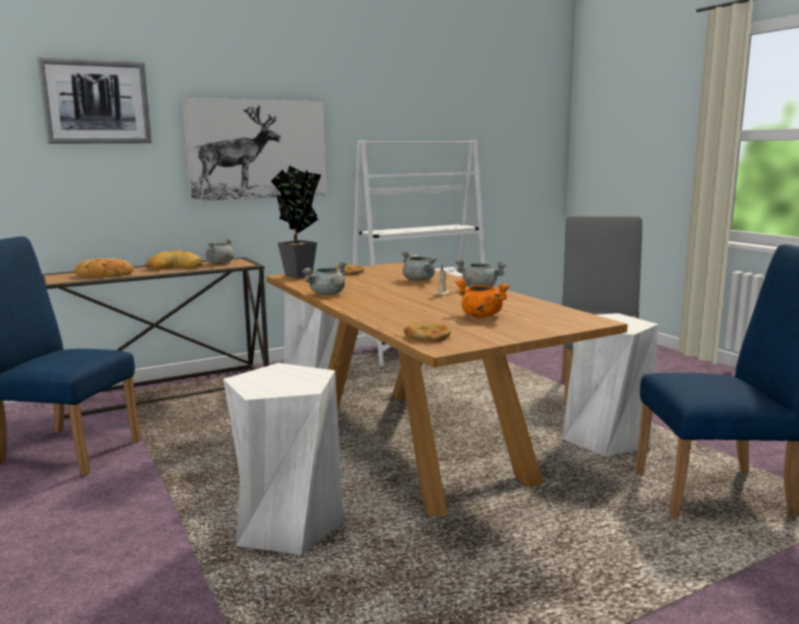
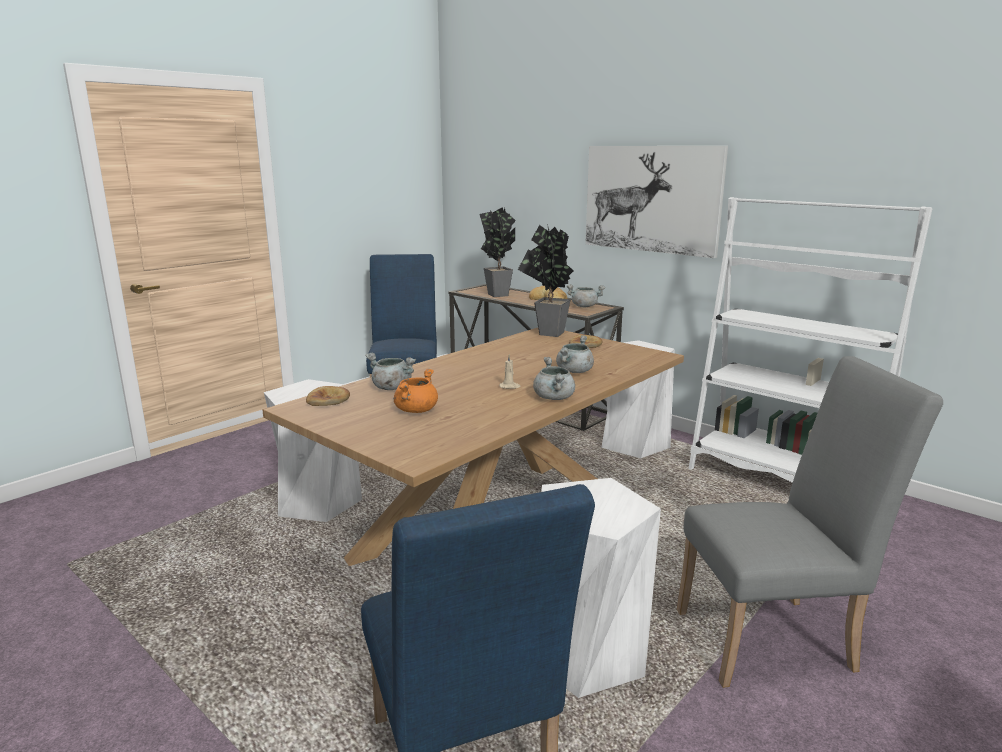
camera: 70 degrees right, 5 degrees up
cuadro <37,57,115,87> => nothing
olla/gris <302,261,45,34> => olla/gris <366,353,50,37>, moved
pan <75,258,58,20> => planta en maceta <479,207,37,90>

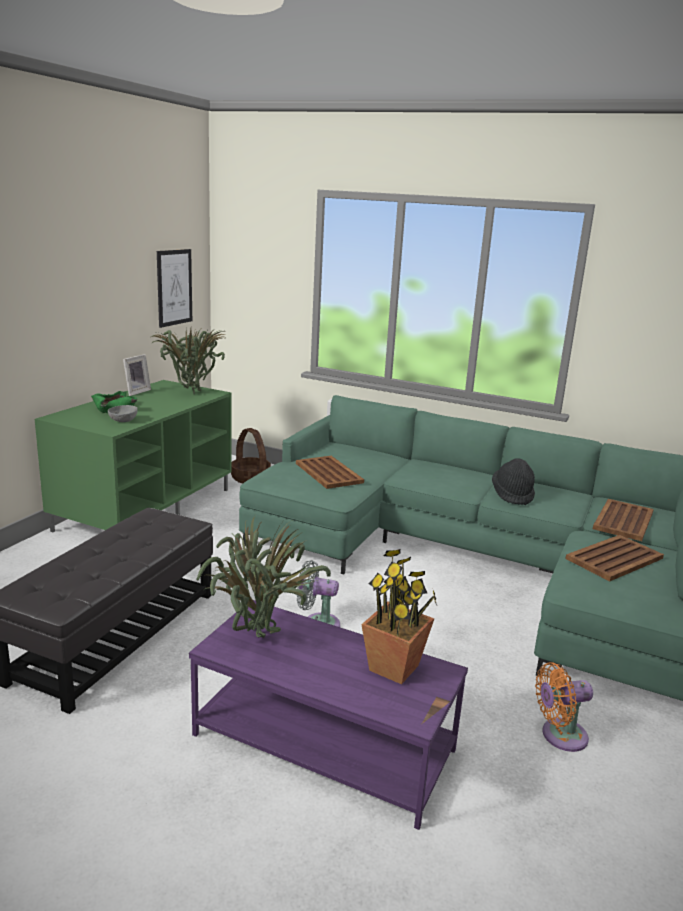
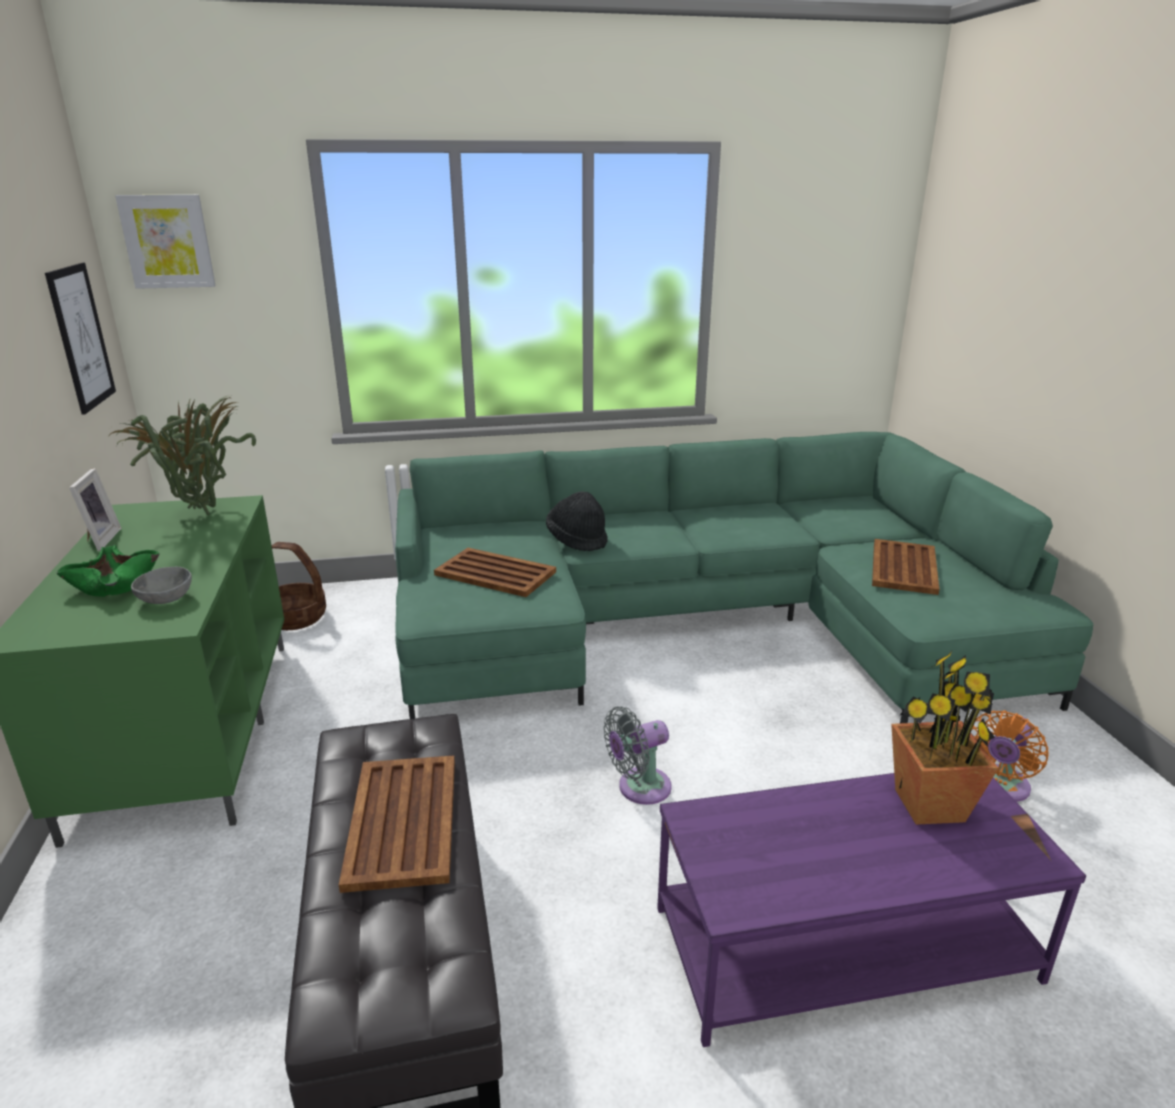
camera: 35 degrees left, 5 degrees up
planta en maceta <197,516,134,122> => nothing
nothing => cuadro <115,195,101,94>
sombrero/negro <492,458,43,47> => sombrero/negro <546,492,62,59>, moved
bandeja/marrón <593,499,61,42> => bandeja/marrón <339,755,116,138>, moved

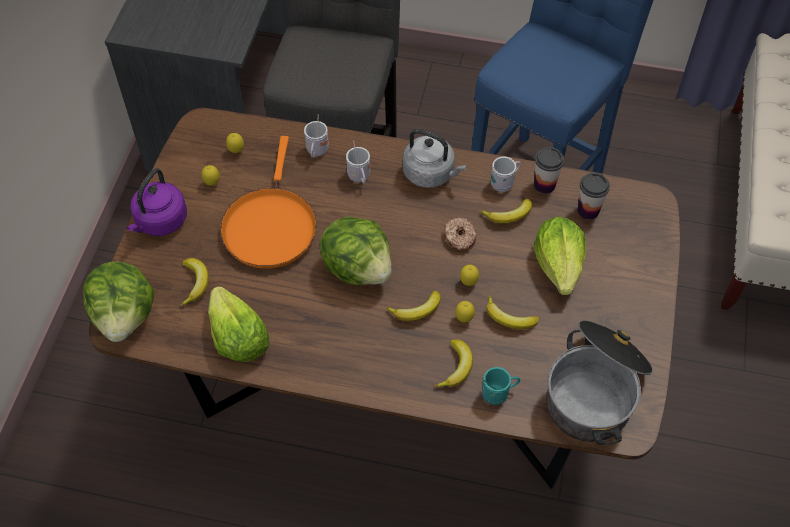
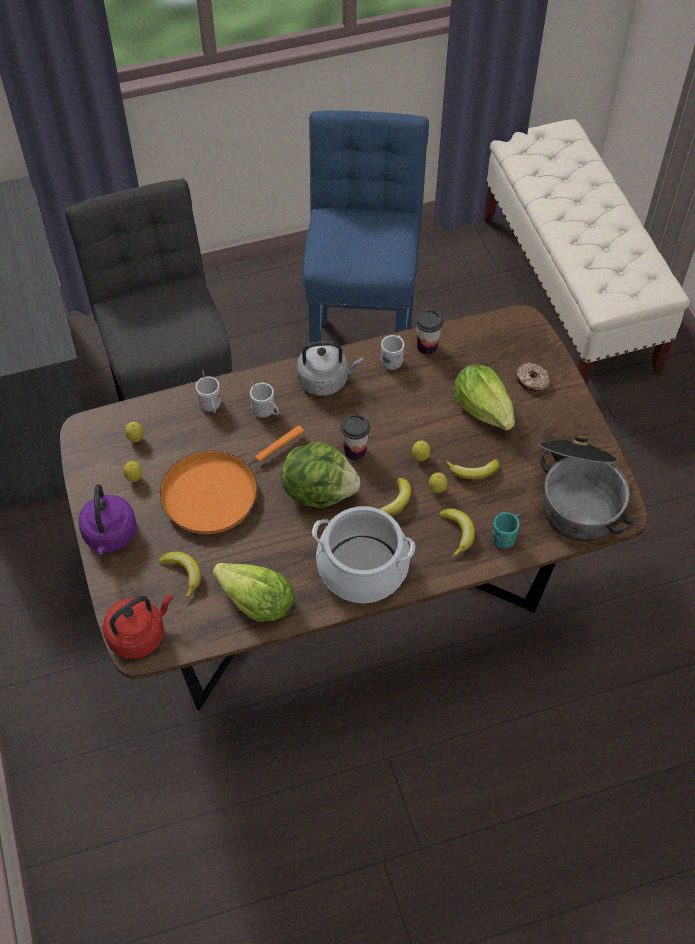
camera: 30 degrees left, 0 degrees up
plátano <480,198,52,25> => nothing
nothing => olla <312,506,103,97>
rosquilla <444,218,32,33> => rosquilla <515,363,35,29>, moved
taza <578,173,32,47> => taza <341,414,29,46>, moved
lechuga <83,261,71,81> => hervidor/rojo <103,594,70,65>
sartén/naranja <220,136,97,133> => sartén/naranja <160,425,144,109>, 75 degrees clockwise

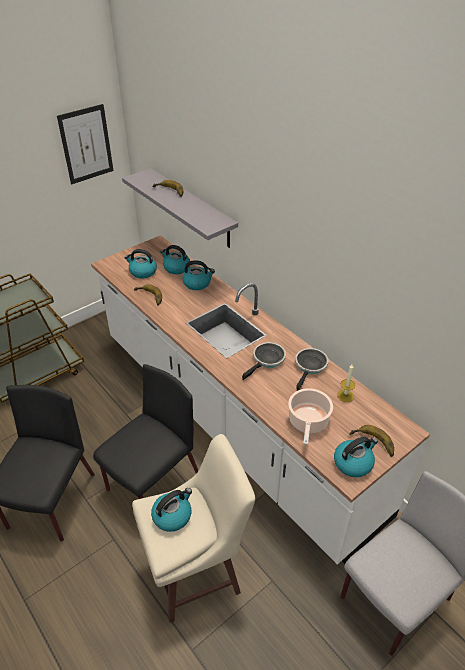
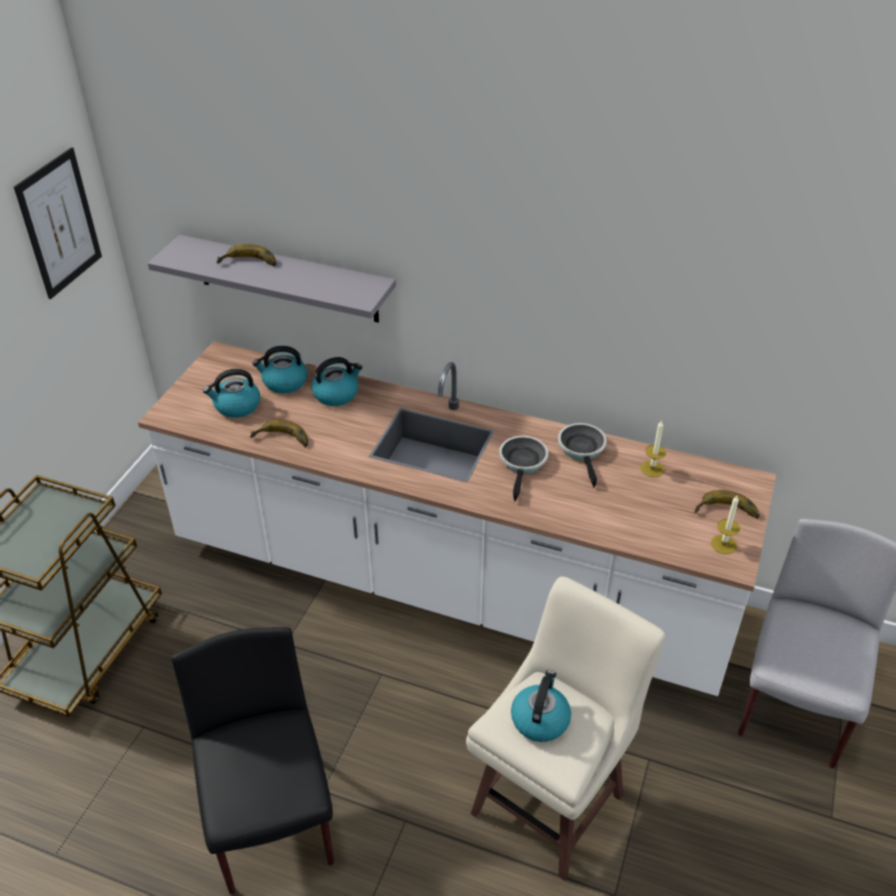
camera: 30 degrees left, 0 degrees up
silla/negro <93,364,106,135> => nothing
olla <288,388,45,57> => nothing
hervidor <334,437,44,40> => vela <711,496,29,58>

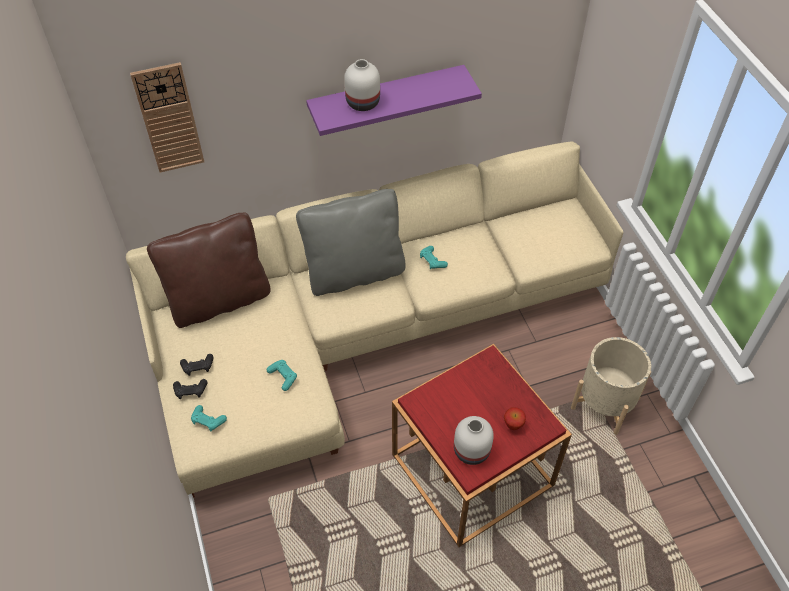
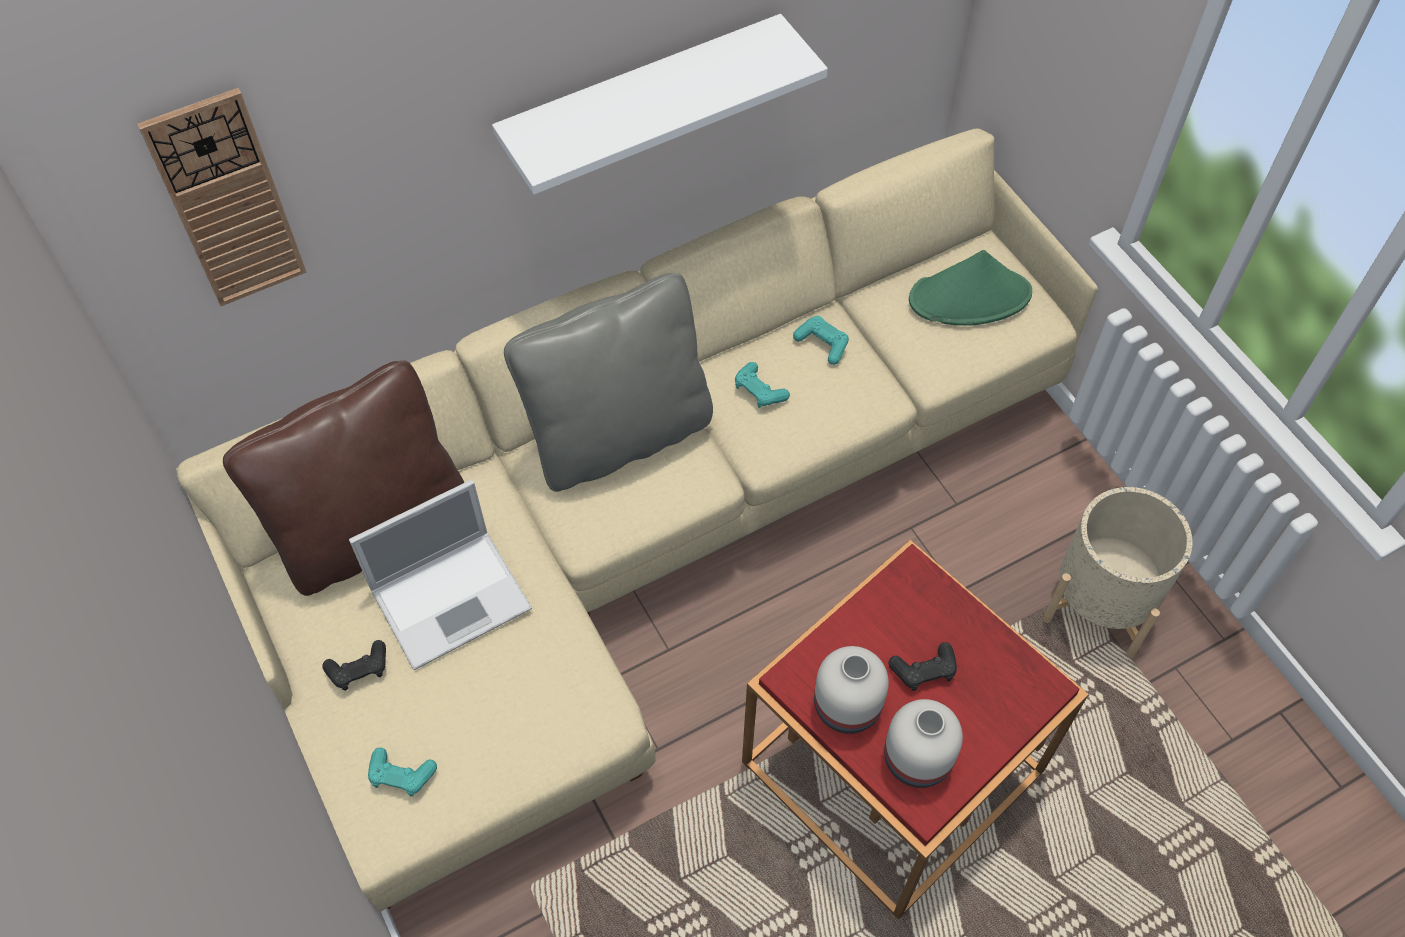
camera: 10 degrees left, 5 degrees up
manzana <504,407,22,23> => nothing
nothing => portátil <349,479,183,191>
nothing => sombrero/verde <909,250,123,76>
mando de consola/negro <173,379,35,20> => mando de consola/negro <889,642,68,49>, moved
mando de consola/turquesa <267,360,30,31> => mando de consola/turquesa <793,316,56,49>, moved
florero/blanco <344,59,36,52> => florero/blanco <814,646,75,88>, moved
estante/morado <306,65,176,71> => estante/blanco <492,14,336,180>

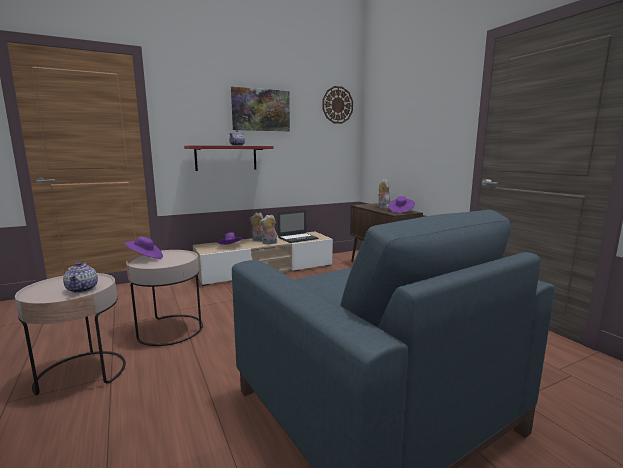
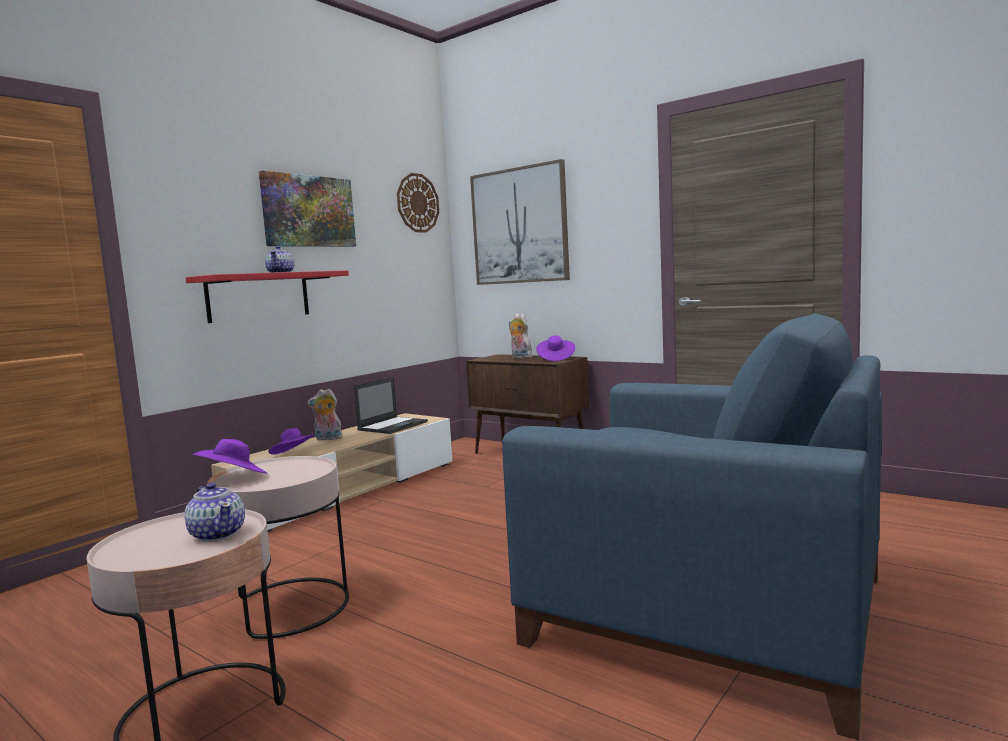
camera: 25 degrees left, 5 degrees down
peluche <259,215,18,29> => nothing
nothing => cuadro <470,159,100,126>

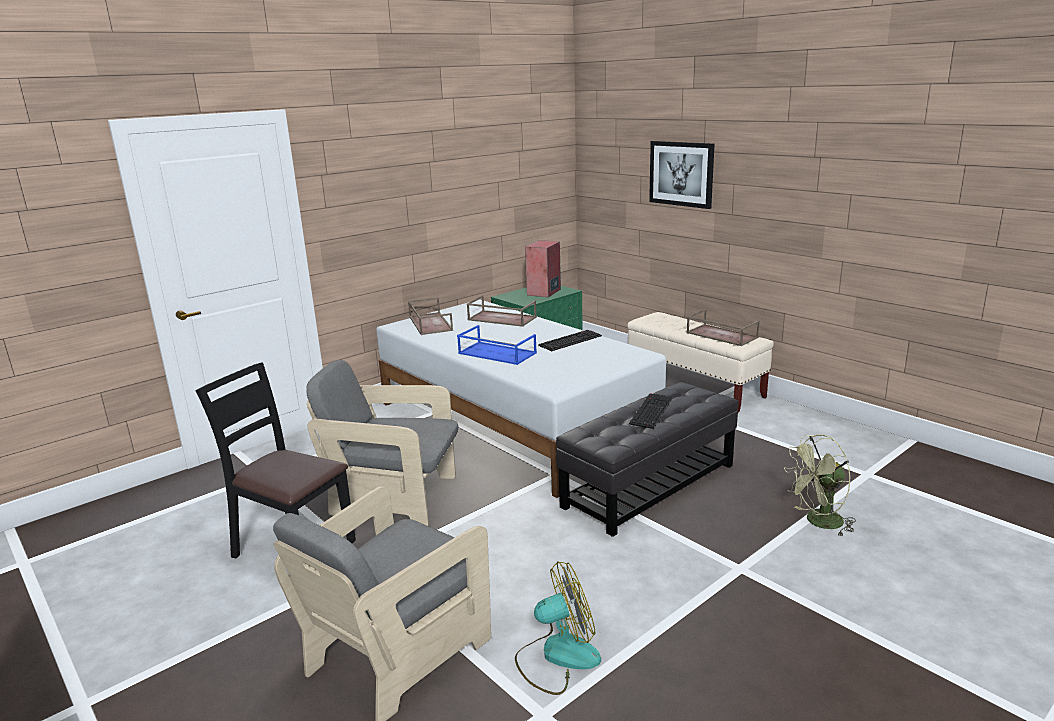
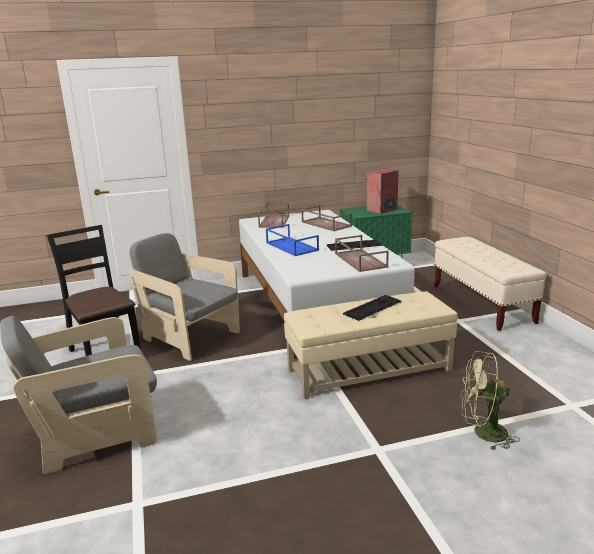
camera: 25 degrees right, 0 degrees up
ventilador <515,561,86,134> => nothing
cuadro <649,141,66,68> => nothing
bandeja/marrón <686,309,74,37> => bandeja/marrón <335,235,54,37>, moved
puf/negro <556,382,182,155> => puf/beis <284,291,174,108>

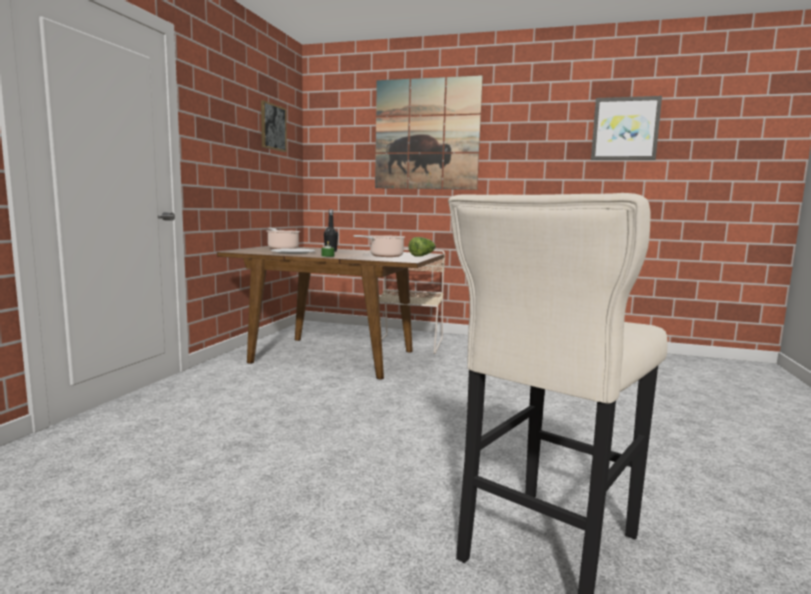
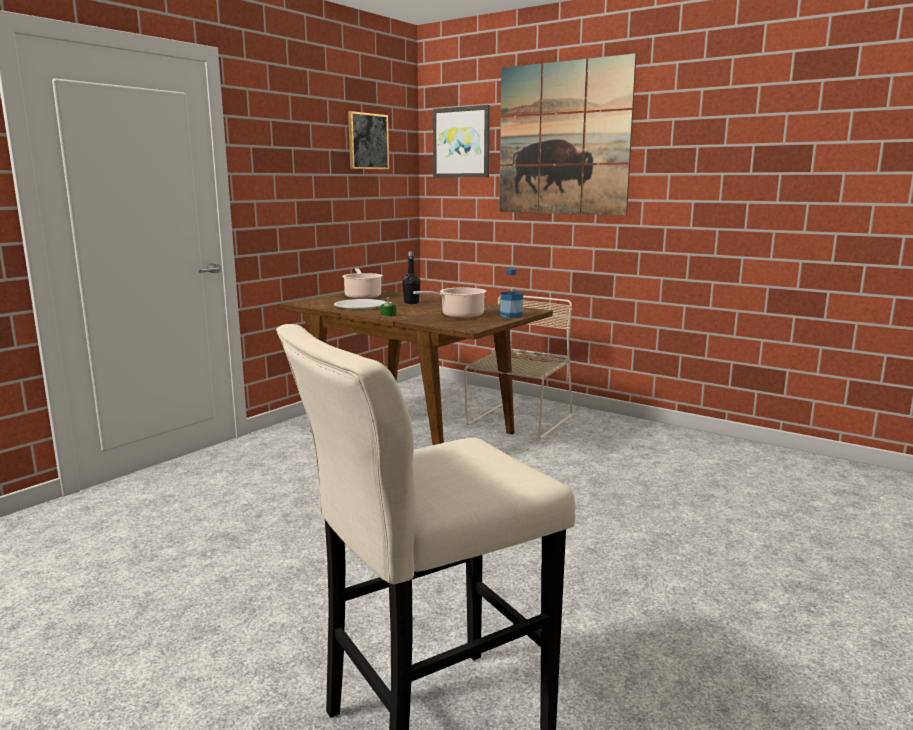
camera: 20 degrees right, 5 degrees up
cuadro <591,96,71,64> => cuadro <433,105,57,72>, moved
lechuga <408,237,28,20> => botella <500,268,23,50>

